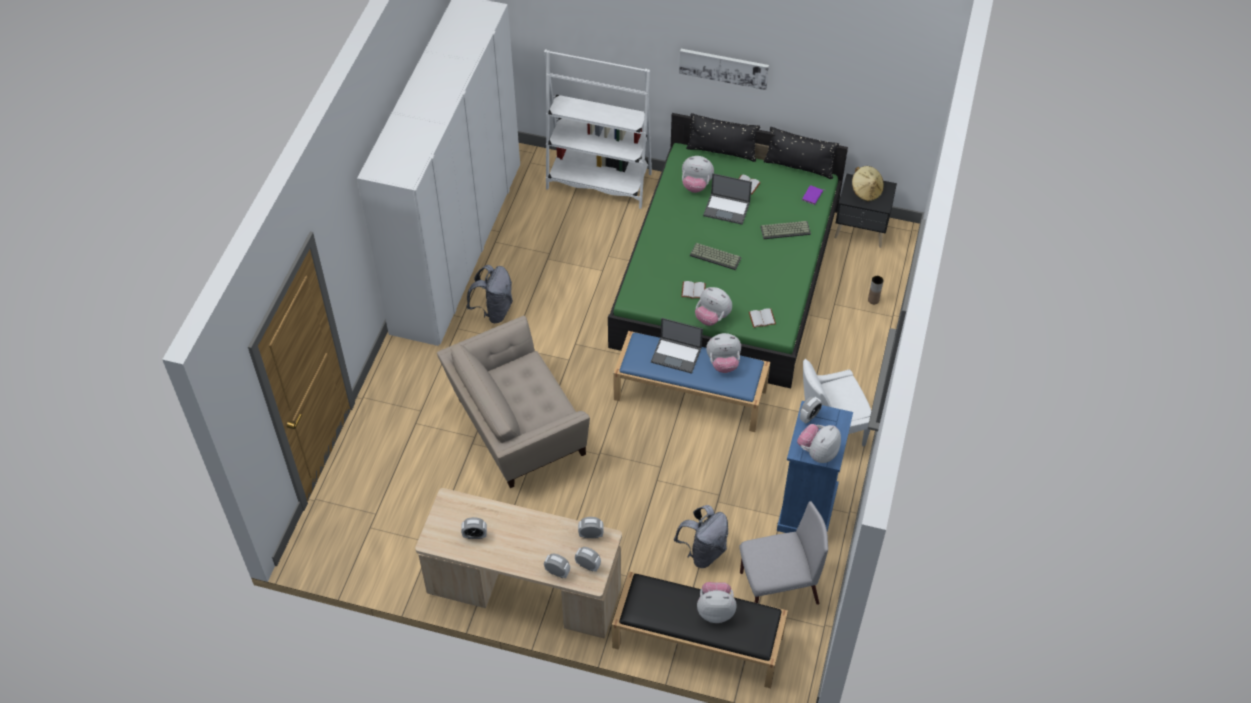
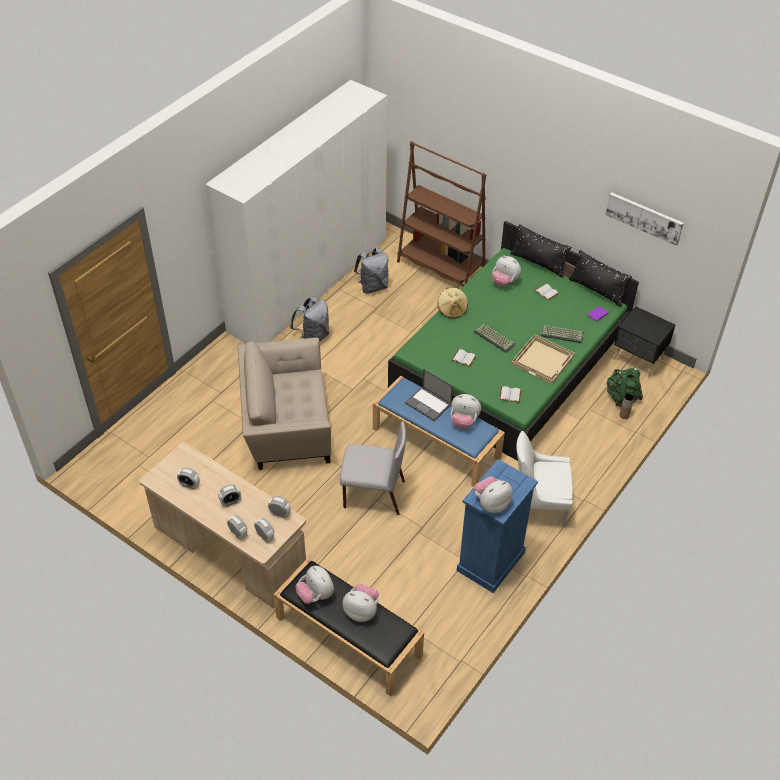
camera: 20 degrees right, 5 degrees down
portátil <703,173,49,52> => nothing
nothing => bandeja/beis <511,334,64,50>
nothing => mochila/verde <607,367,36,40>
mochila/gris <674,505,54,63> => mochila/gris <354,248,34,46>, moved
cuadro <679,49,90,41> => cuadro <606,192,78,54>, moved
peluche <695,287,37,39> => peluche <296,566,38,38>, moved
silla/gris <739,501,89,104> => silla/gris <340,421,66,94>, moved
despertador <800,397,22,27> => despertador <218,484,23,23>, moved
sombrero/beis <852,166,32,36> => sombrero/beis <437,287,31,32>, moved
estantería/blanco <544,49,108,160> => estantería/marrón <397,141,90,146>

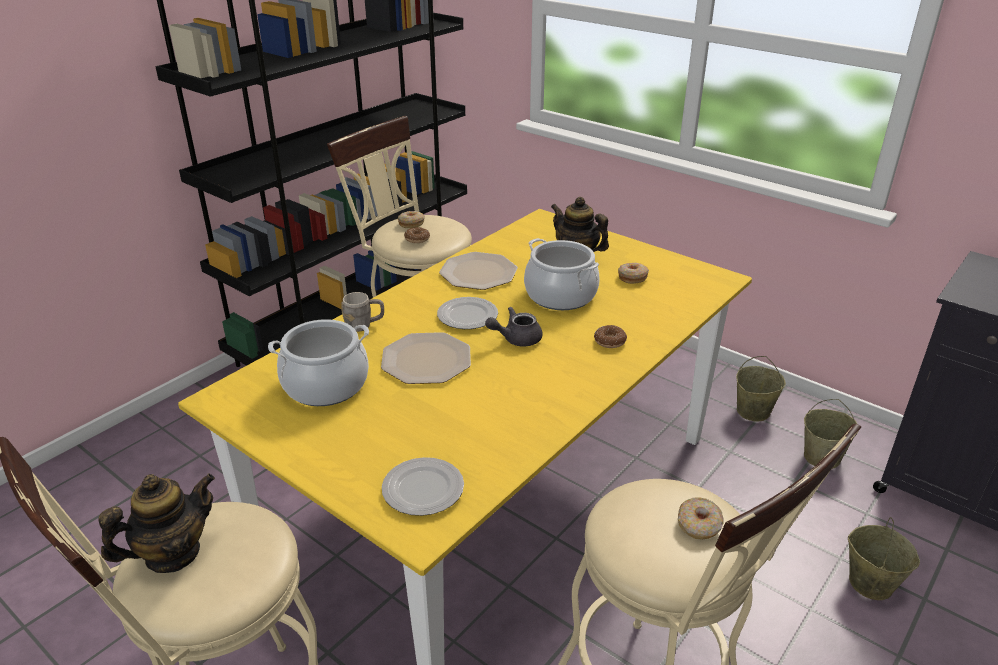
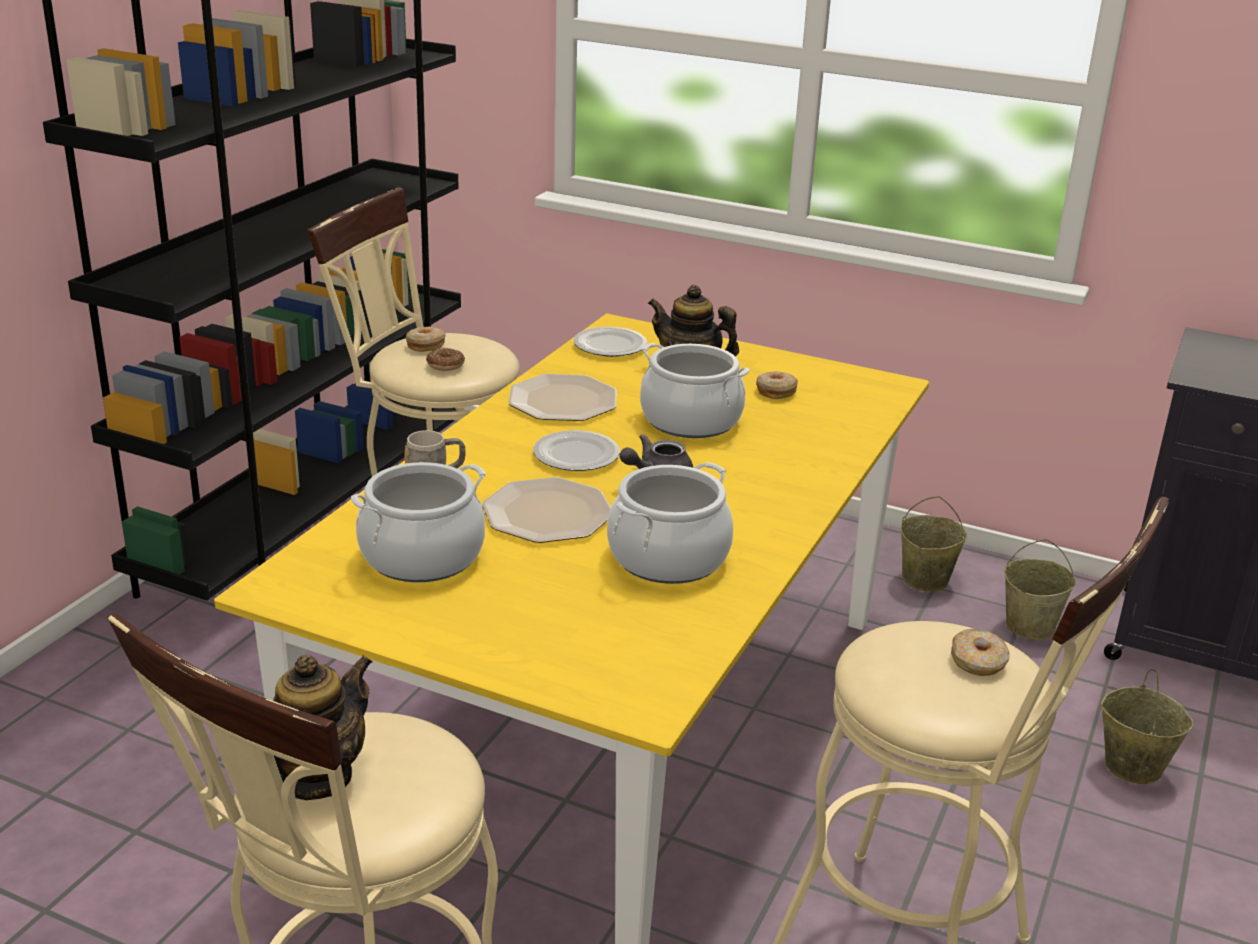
camera: 15 degrees left, 5 degrees down
rosquilla <594,325,33,23> => nothing
nothing => olla <607,462,126,122>
plato <382,457,82,59> => plato <573,327,74,30>, moved

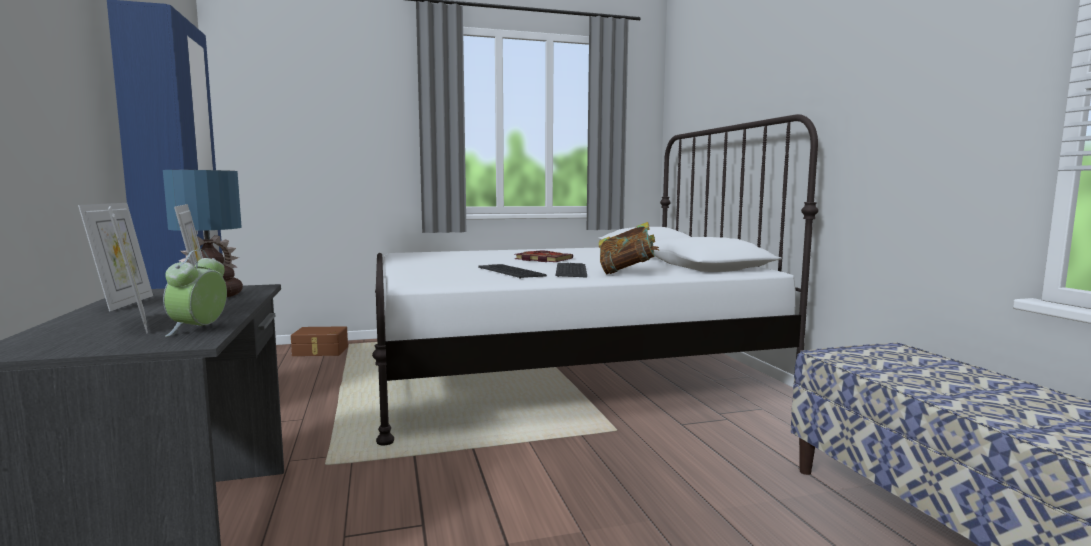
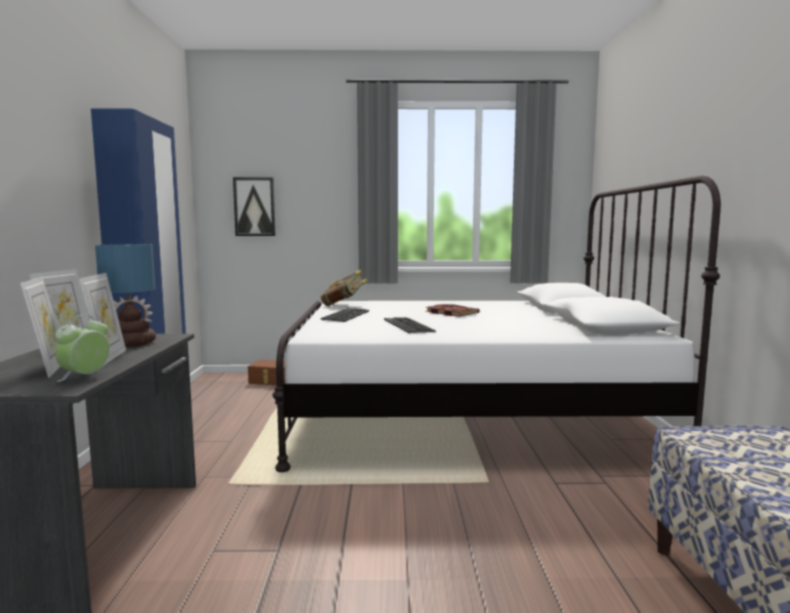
camera: 15 degrees right, 0 degrees up
nothing => cuadro <233,177,42,59>
teclado <555,263,32,15> => teclado <321,308,48,14>, moved
libro <599,222,60,52> => libro <321,270,46,36>, moved

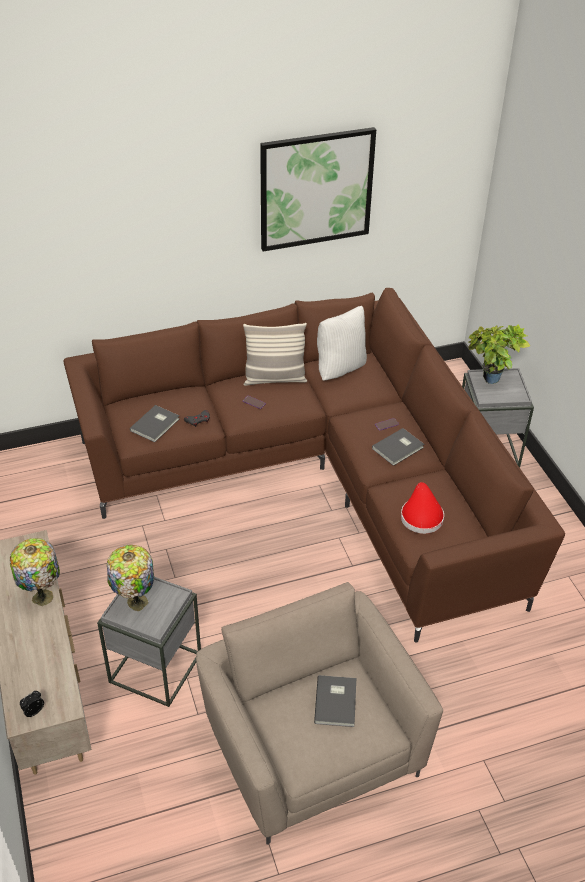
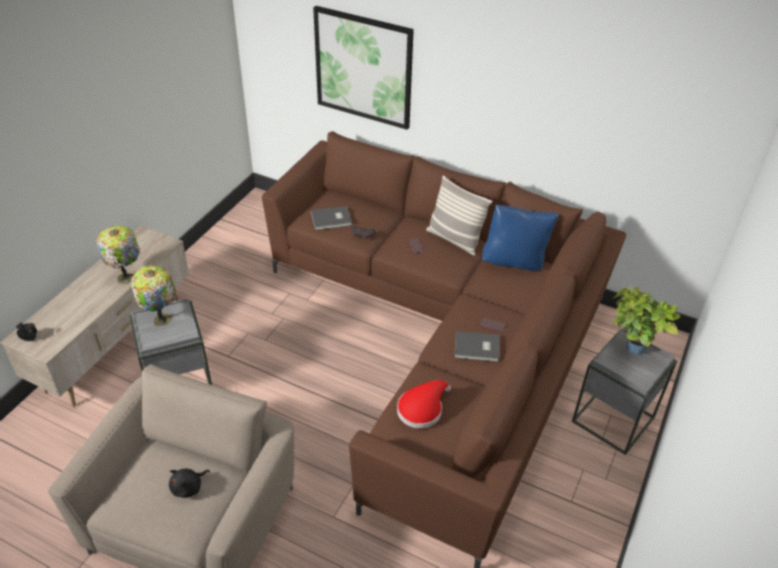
camera: 45 degrees right, 0 degrees up
cuadro <260,127,116,124> => cuadro <313,6,101,124>, moved
libro/gris <314,675,42,52> => peluche/negro <169,469,41,29>
cojín/blanco <317,306,50,75> => cojín/azul <482,204,77,67>

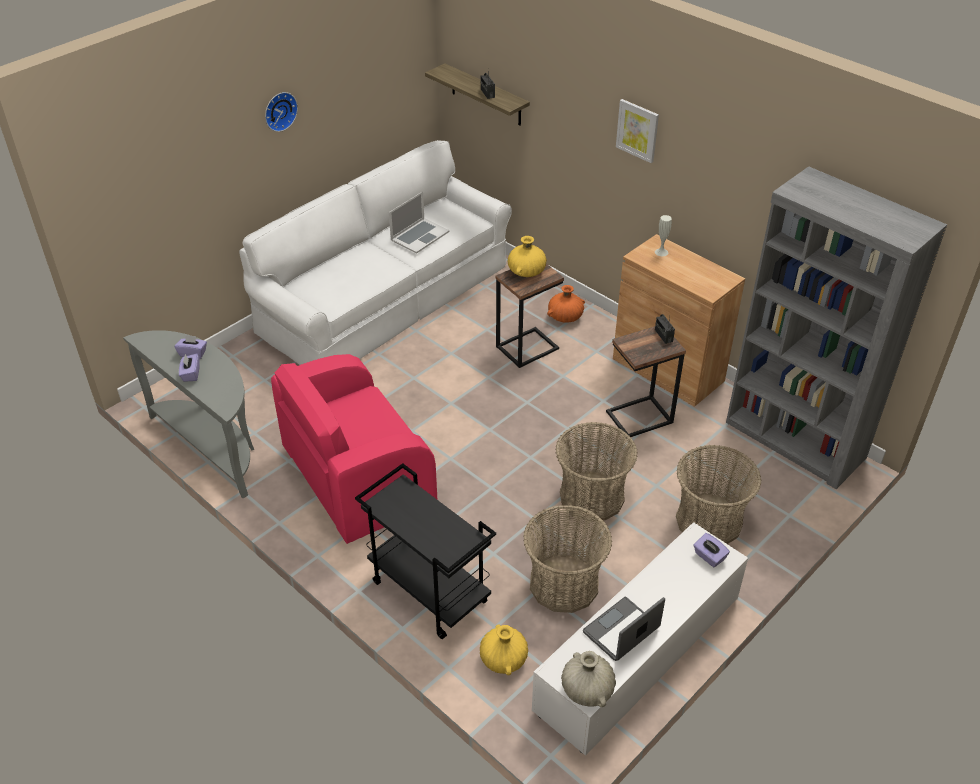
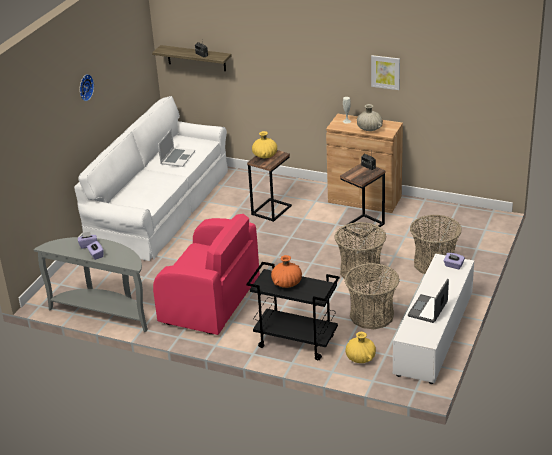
camera: 20 degrees left, 10 degrees down
estantería/gris <726,166,221,323> => nothing
florero/naranja <547,285,38,38> => florero/naranja <271,255,31,33>, moved
florero/beis <561,651,55,56> => florero/beis <357,104,26,27>, moved
cuadro <616,99,43,64> => cuadro <371,55,29,35>, moved
sillón/rosa <271,354,166,190> => sillón/rosa <153,214,107,121>, 105 degrees counterclockwise

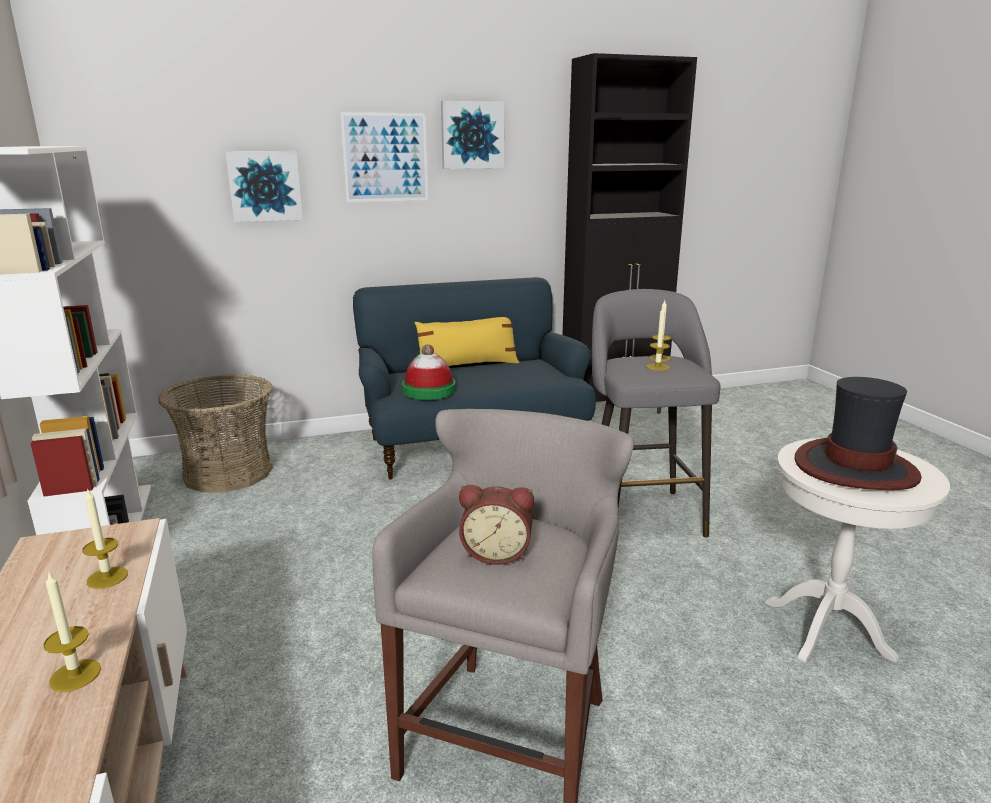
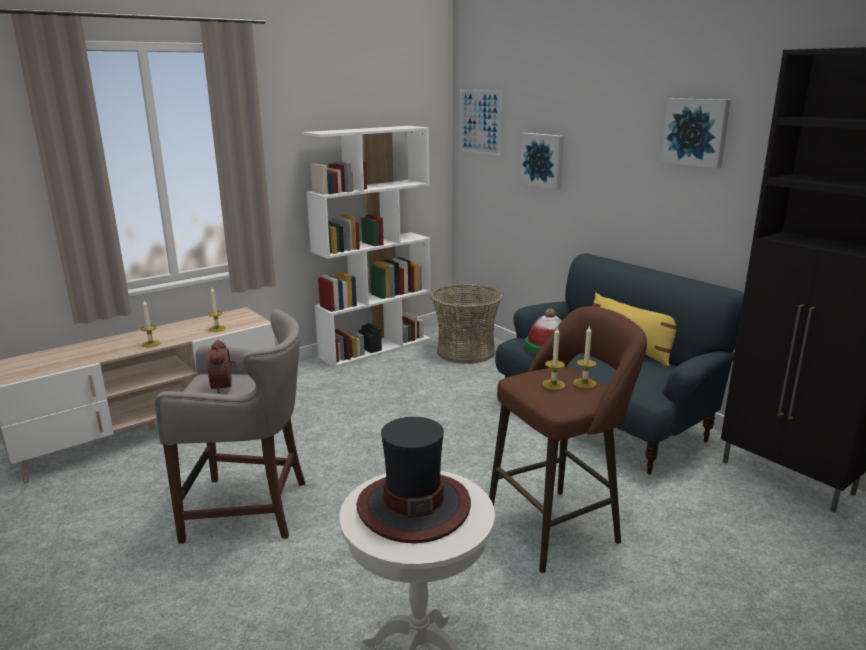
camera: 70 degrees right, 0 degrees up
cuadro <340,112,88,90> => cuadro <460,89,42,67>, moved
taburete/gris <592,289,128,248> => taburete/marrón <489,306,158,267>

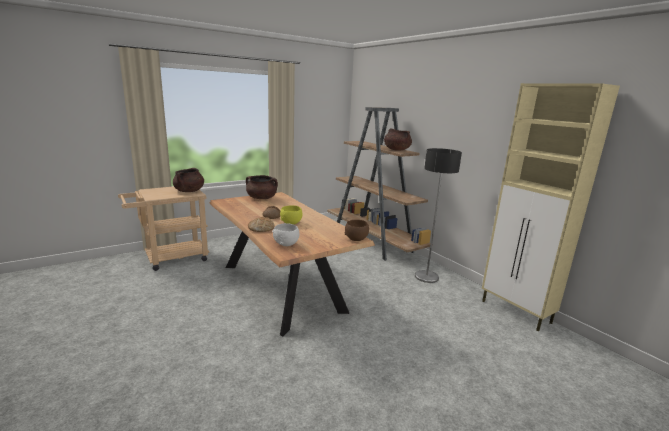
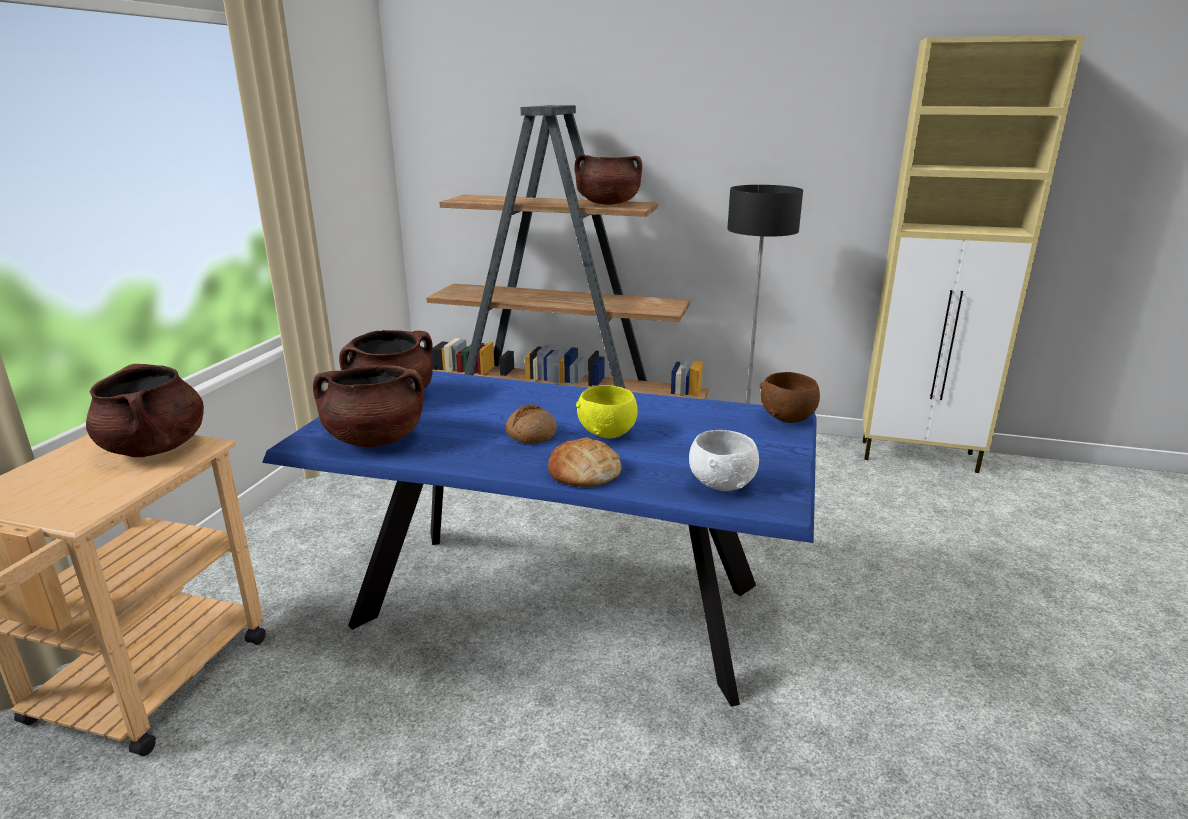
camera: 40 degrees left, 5 degrees up
nothing => olla/marrón <313,365,110,82>
mesa de comedor/marrón <209,192,166,144> => mesa de comedor/azul <262,371,555,336>

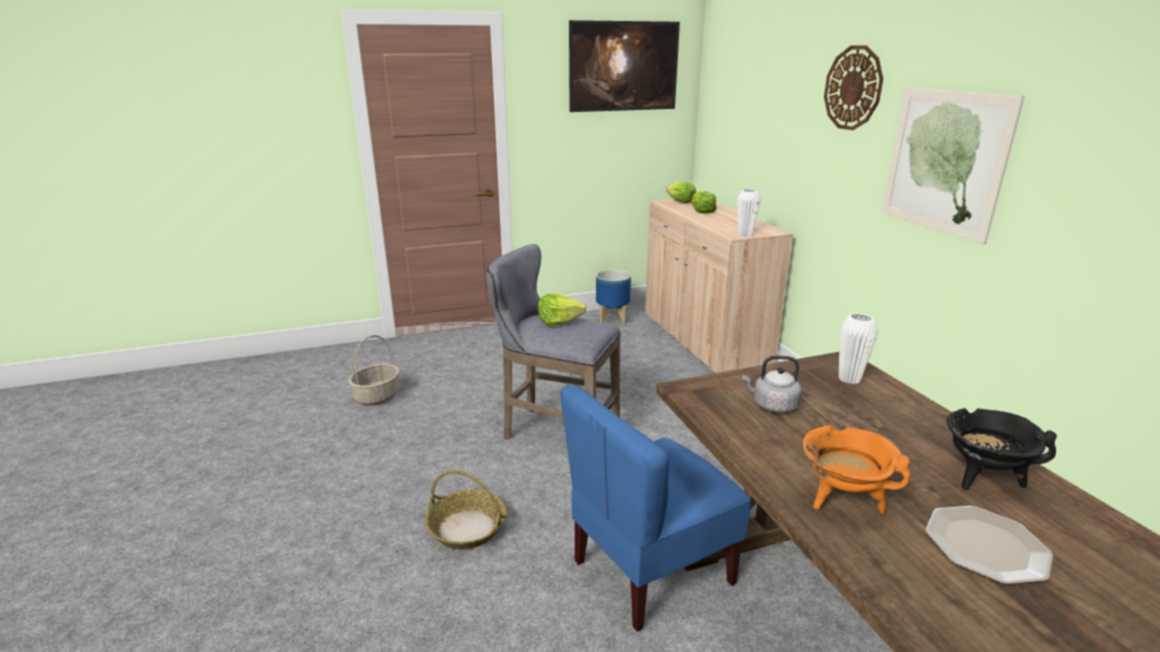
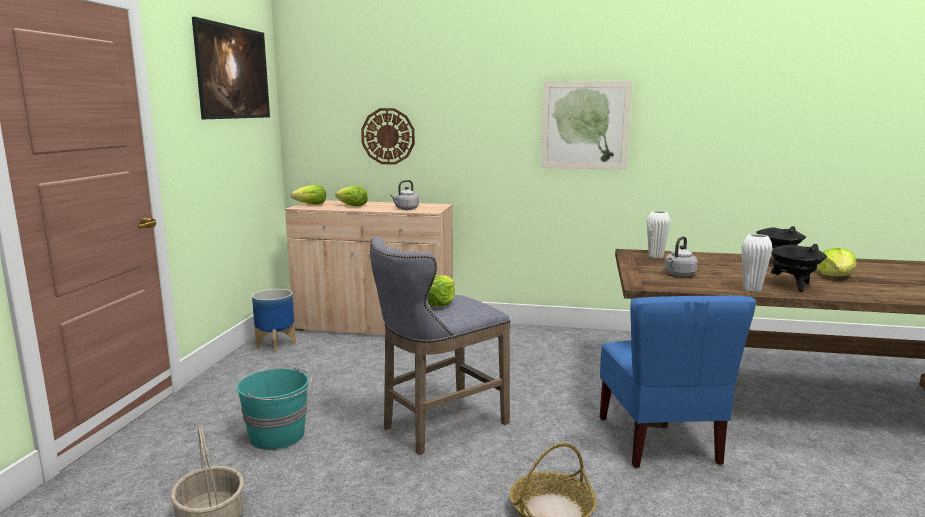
camera: 60 degrees left, 10 degrees down
nothing => cubo/turquesa <236,367,76,83>
nothing => hervidor/gris <390,180,29,30>
florero/blanco <737,189,23,47> => florero/blanco <742,234,31,58>, moved
reloj de pared <824,45,59,85> => reloj de pared <361,108,54,57>, moved
plato <925,506,128,79> => lechuga <818,248,38,28>
olla/naranja <803,425,107,89> => olla/negro <771,244,56,48>

